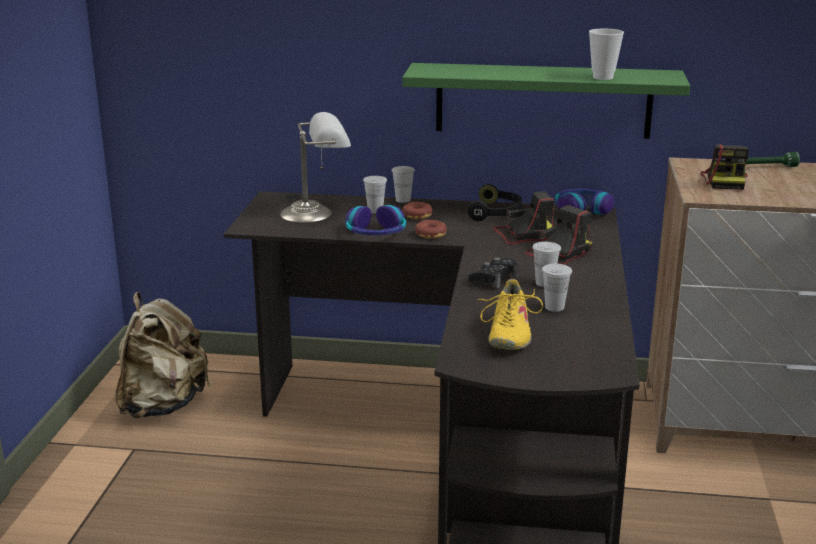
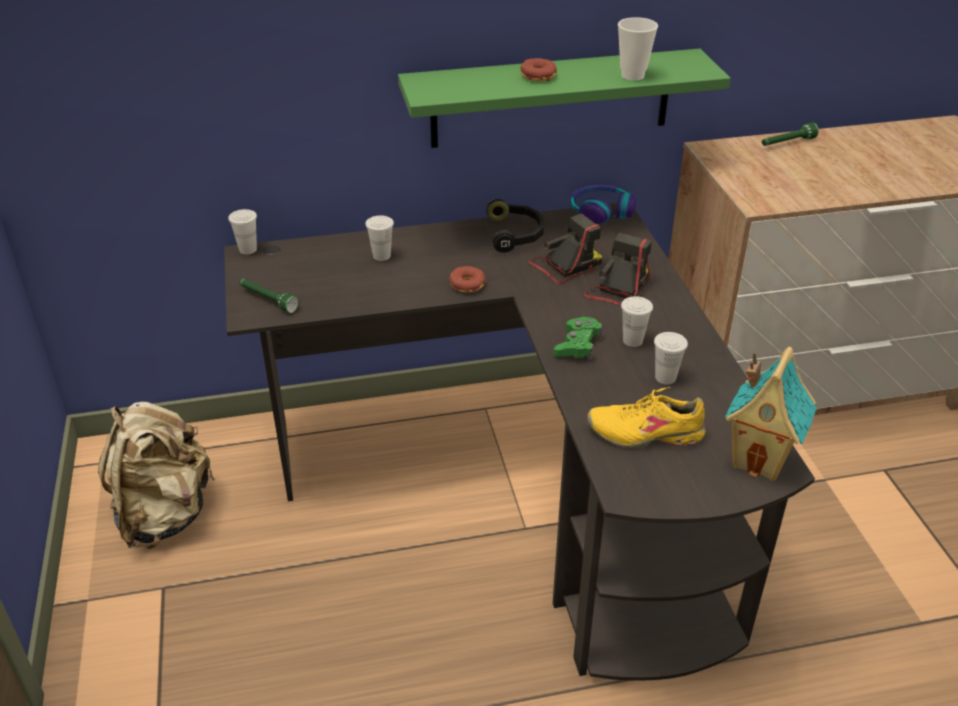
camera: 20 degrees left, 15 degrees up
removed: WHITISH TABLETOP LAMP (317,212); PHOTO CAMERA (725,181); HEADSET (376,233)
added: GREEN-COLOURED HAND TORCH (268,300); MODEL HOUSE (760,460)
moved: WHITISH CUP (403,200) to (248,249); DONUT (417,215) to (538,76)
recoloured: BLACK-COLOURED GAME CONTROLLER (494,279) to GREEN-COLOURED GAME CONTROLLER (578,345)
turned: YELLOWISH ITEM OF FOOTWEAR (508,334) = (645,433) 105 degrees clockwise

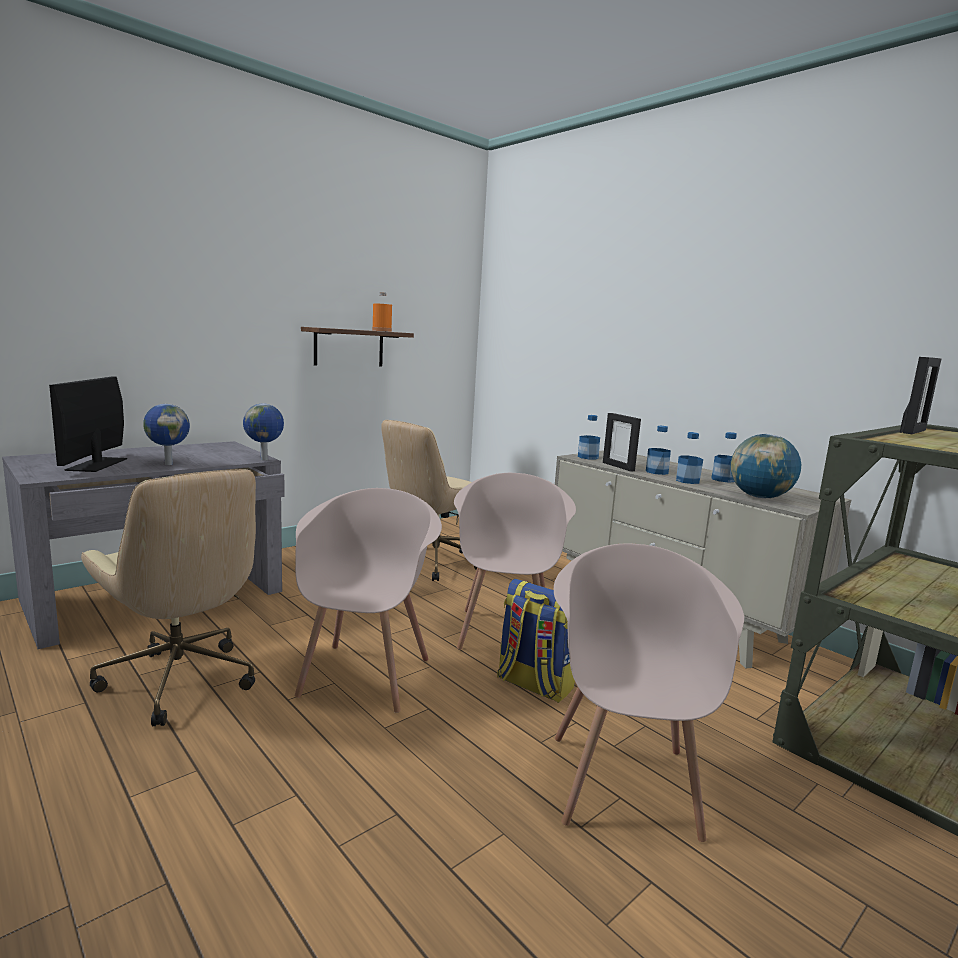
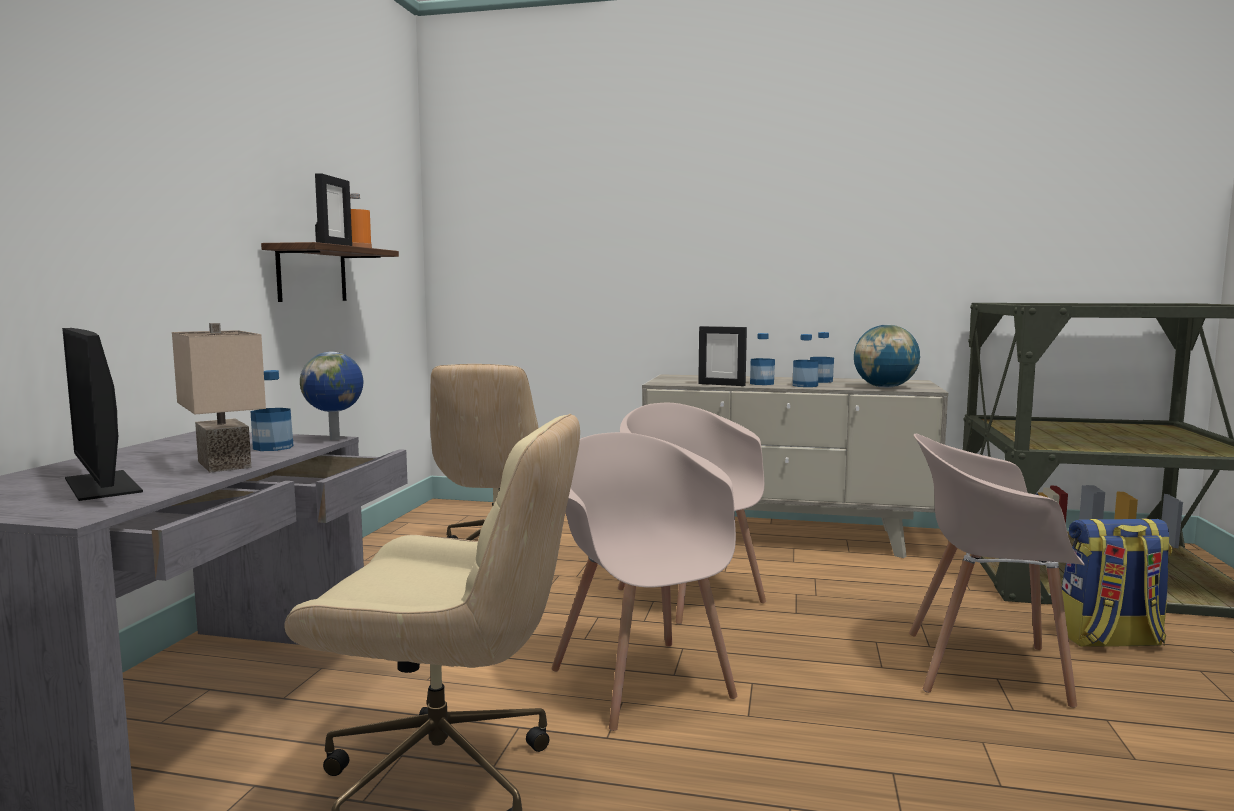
camera: 35 degrees left, 5 degrees down
moved: STANDING FRAME (912,431) to (334,245); BOTTLE (588,457) to (273,447); KNAPSACK (533,684) to (1110,640)
replaced: WORLD GLOBE (168,464) to SAND-COLOURED TABLETOP LAMP (220,465)
turned: SAND-COLOURED PLAIN CHAIR (623,783) = (982,668) 45 degrees counterclockwise

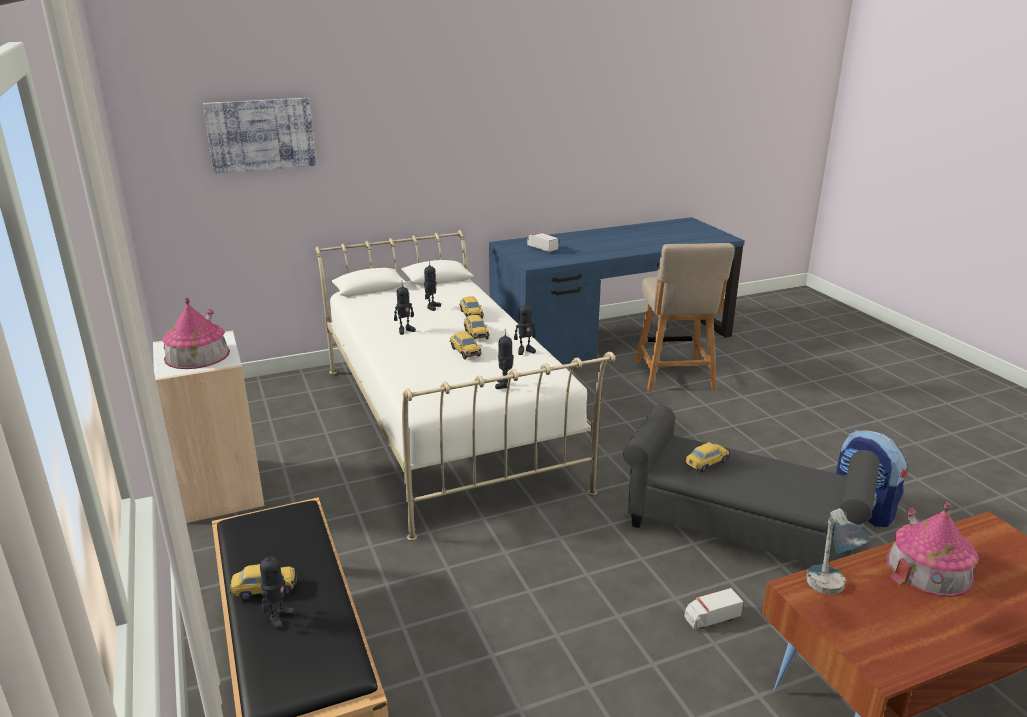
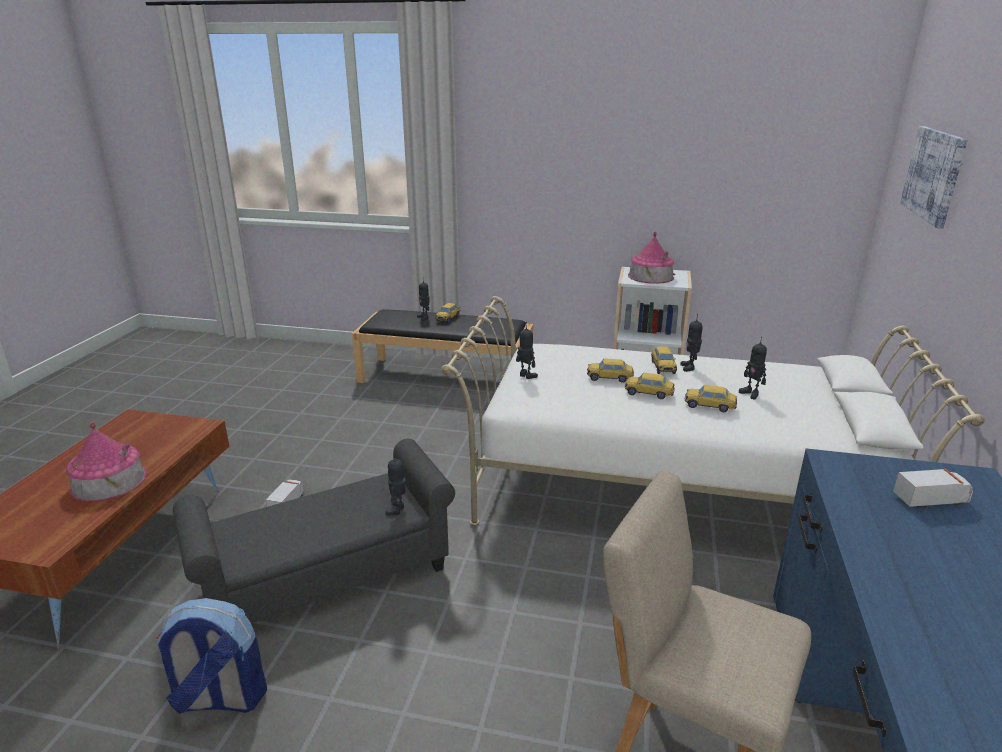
camera: 125 degrees right, 0 degrees up
removed: TABLETOP LAMP (828,593)
moved: TOY ROBOT (525,351) to (398,510); MODEL CAR (706,463) to (662,367)

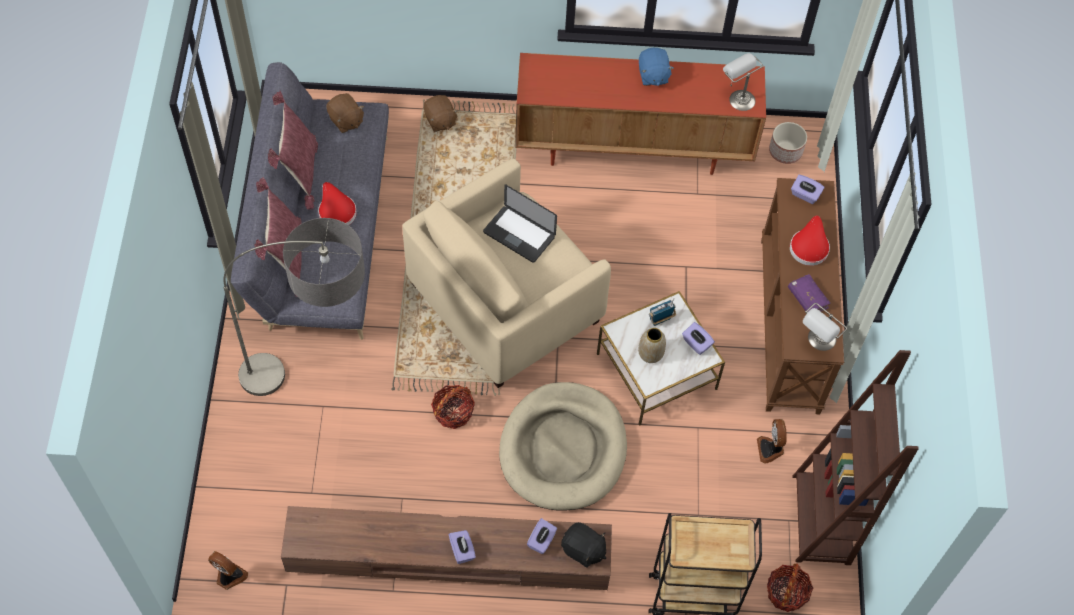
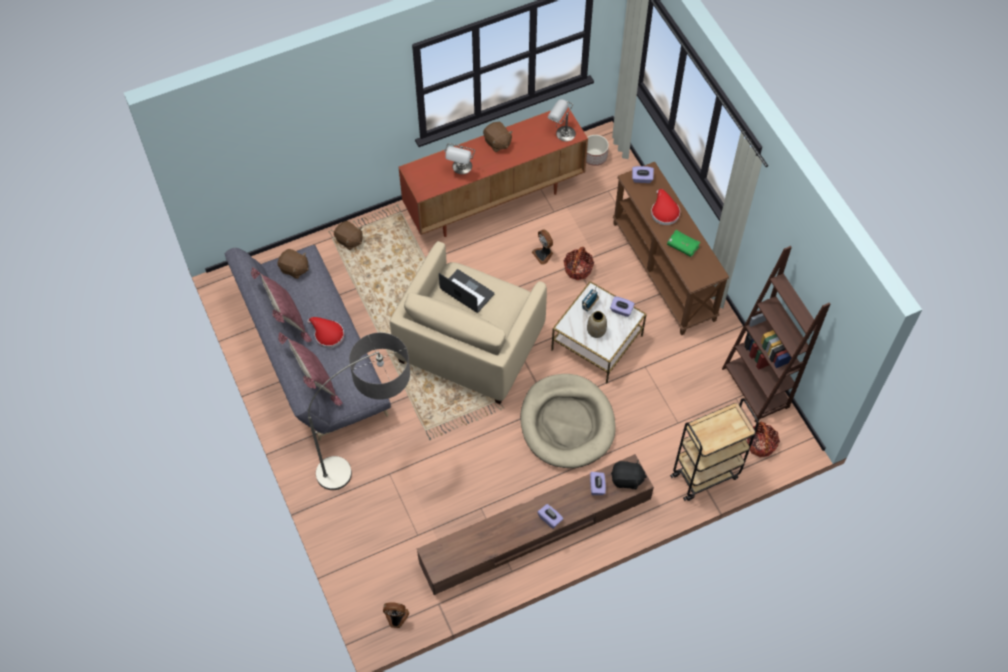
camera: 25 degrees left, 0 degrees up
moved: WHITISH TABLETOP LAMP (818,342) to (461,169); STORAGE BASKET (453,412) to (578,269); FAN (770,449) to (543,254)
recoloured: BLUE CUDDLY TOY (653,75) to BROWNISH CUDDLY TOY (497,143); PURPLISH BOOK (807,298) to GREEN-COLOURED BOOK (682,246)
turned: PORTABLE COMPUTER (519,234) = (467,292) 150 degrees counterclockwise

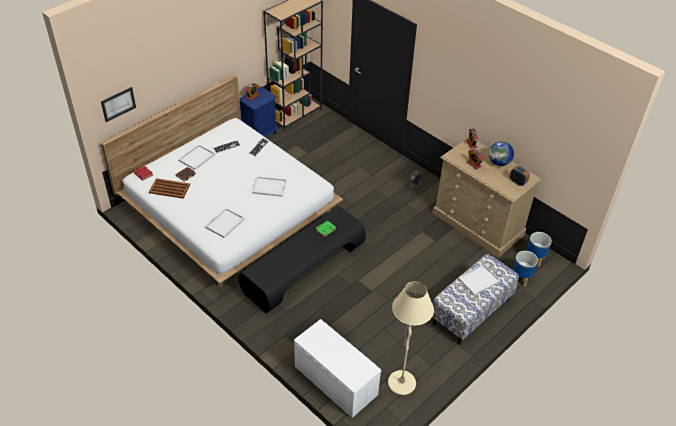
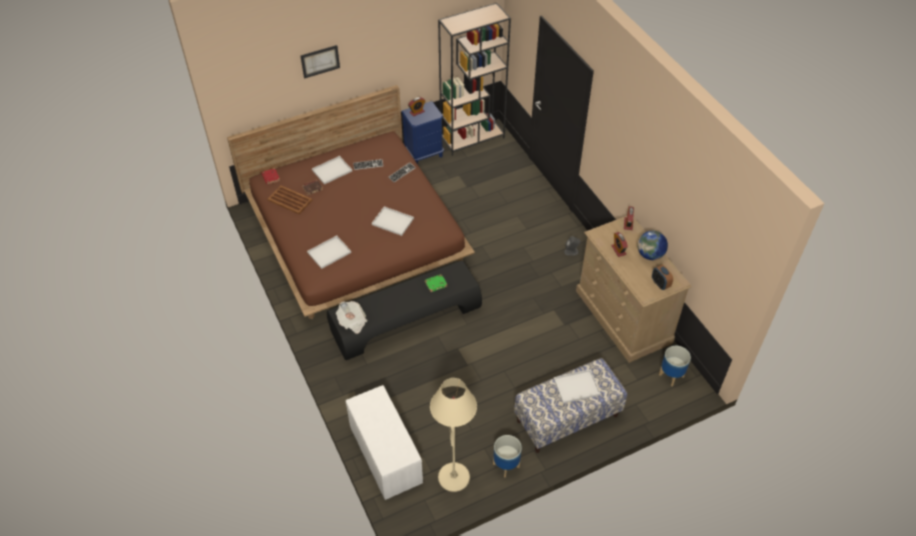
camera: 20 degrees right, 5 degrees up
added: DAILY PAPER (352,322)
moved: PICTURE (118,104) to (320,61); FLOWER POT (521,278) to (505,465)
recoloured: WHITISH BEDROOM BED (230,209) to BROWNISH BEDROOM BED (357,234)

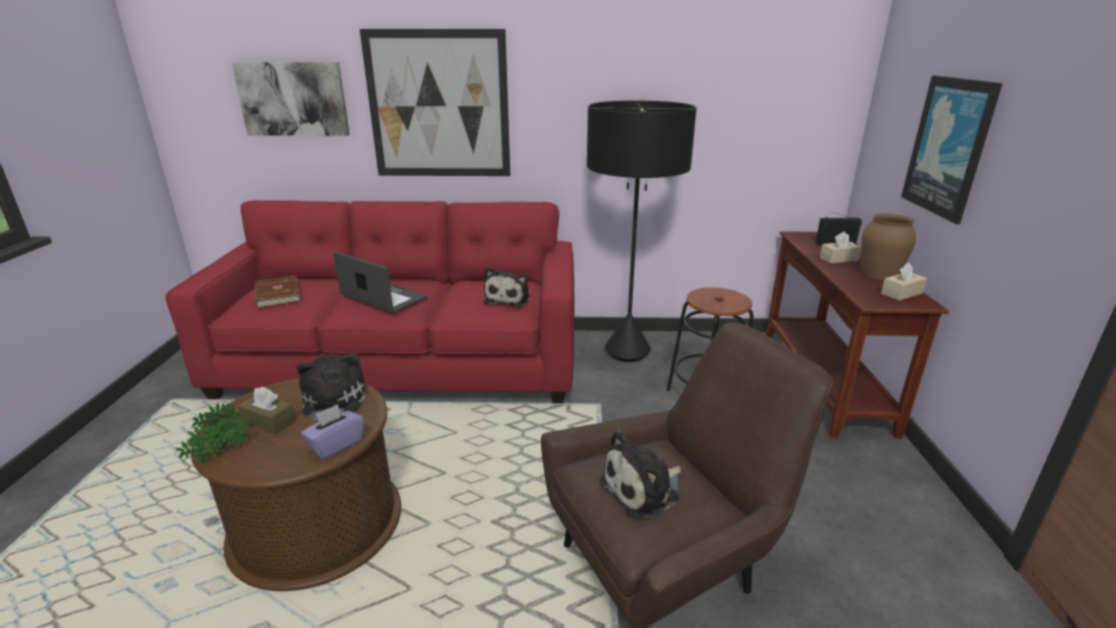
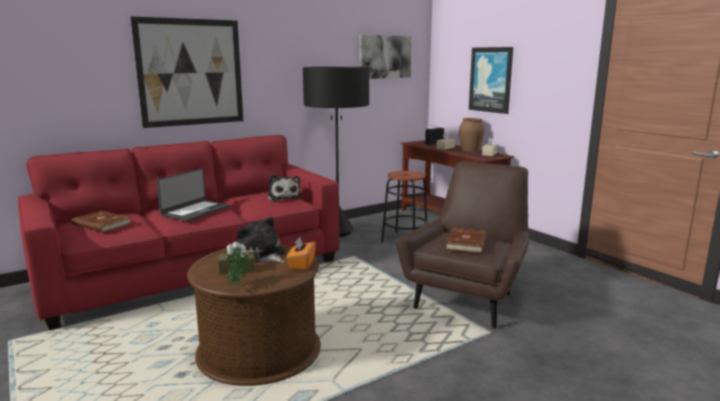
camera: 35 degrees left, 10 degrees down
moved: PICTURE (293,99) to (385,57)
replaced: CUDDLY TOY (643,489) to BROWNISH BOOK (467,243)
recoloured: PURPLISH TISSUE HOLDER (335,445) to ORANGEY TISSUE HOLDER (301,264)
turned: PORTABLE COMPUTER (383,298) = (195,211) 120 degrees clockwise

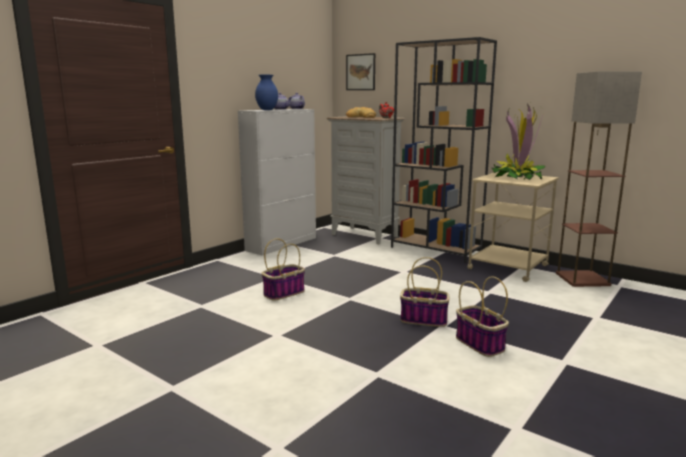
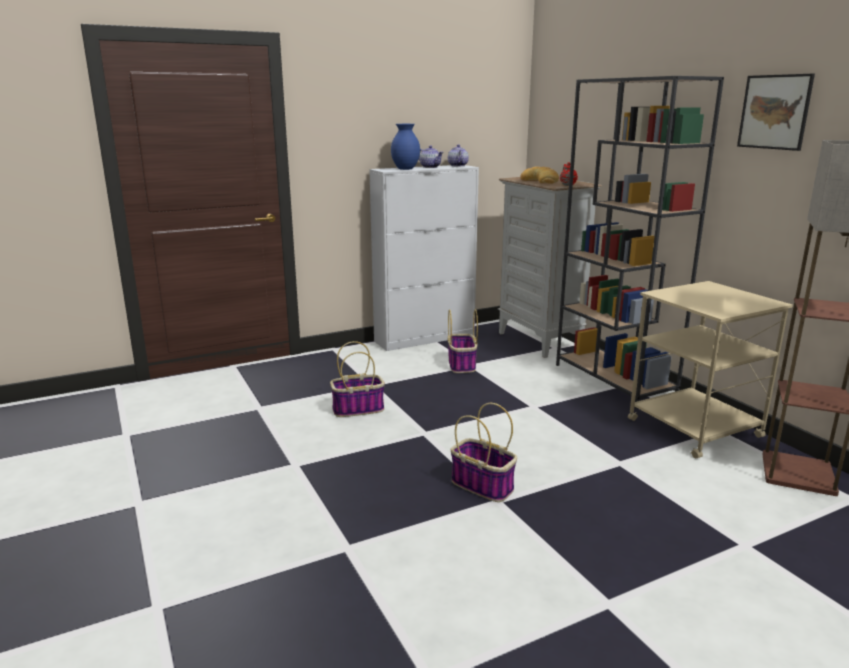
camera: 25 degrees right, 5 degrees up
removed: POTTED PLANT (517,177)
moved: PICTURE (360,72) to (774,112); STORAGE BASKET (480,344) to (462,365)

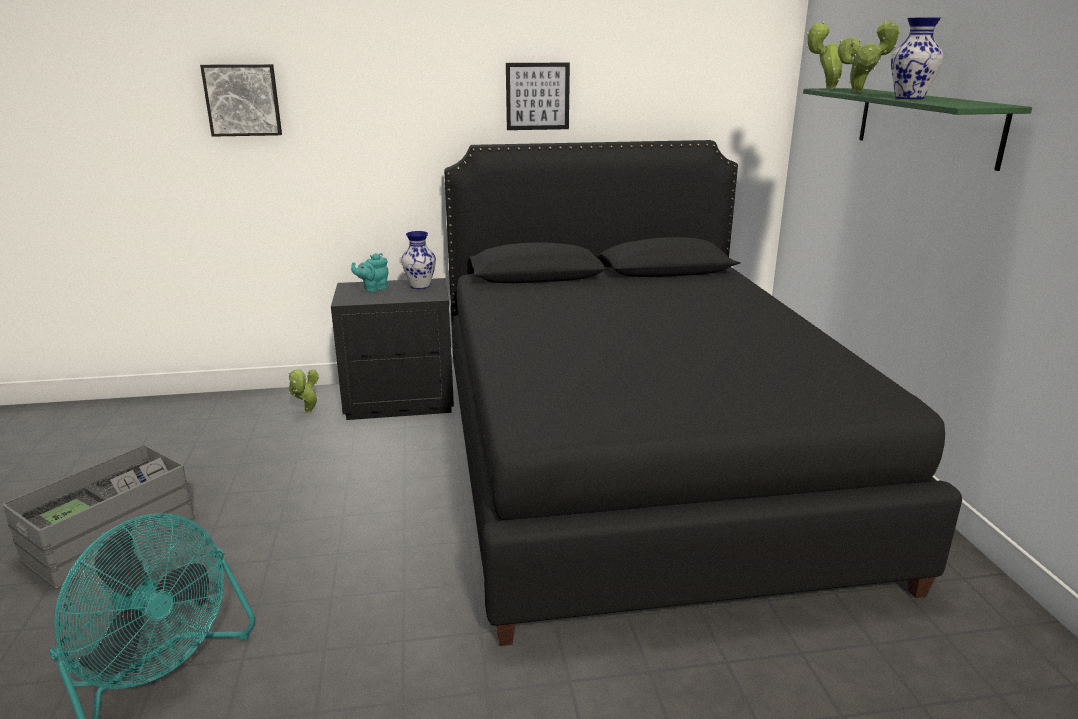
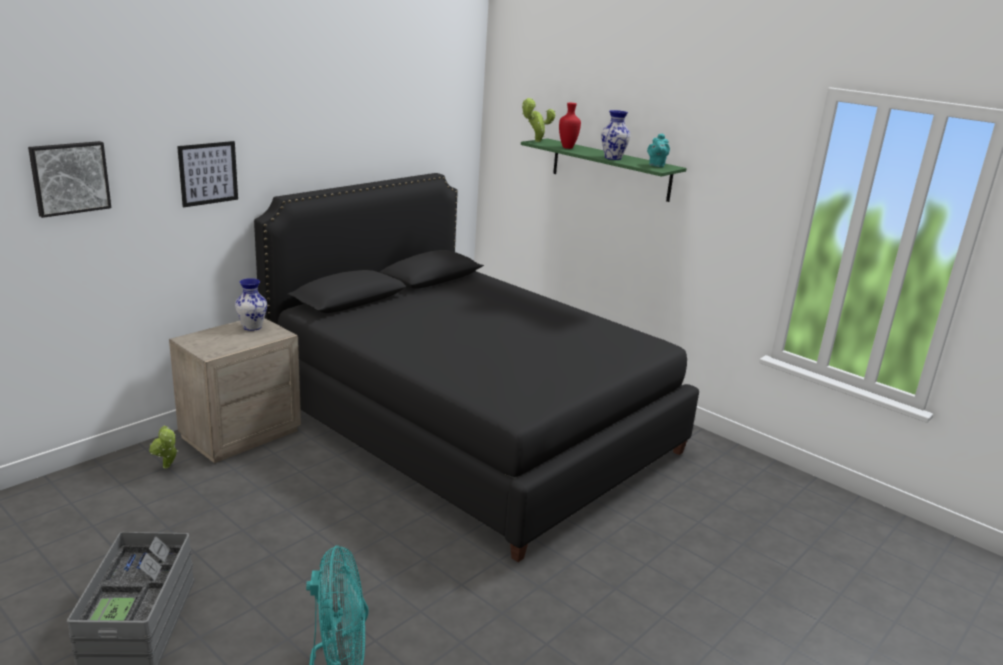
camera: 40 degrees left, 0 degrees up
moved: PICTURE (537,96) to (208,173); BLUE-GREEN POT FOR TEA (373,289) to (656,165)
replaced: POTTED PLANT (860,92) to RED FLOWER VASE (567,147)
recoloured: BLACK-COLOURED NIGHTSTAND (400,400) to SAND-COLOURED NIGHTSTAND (240,434)

